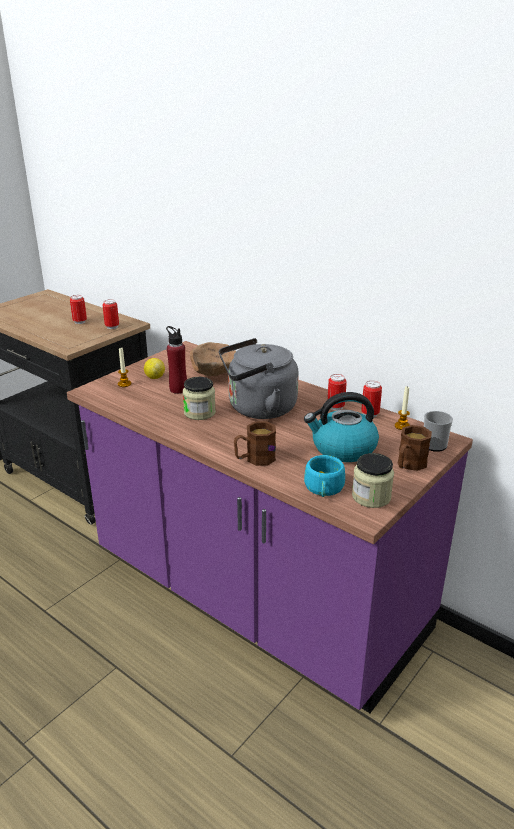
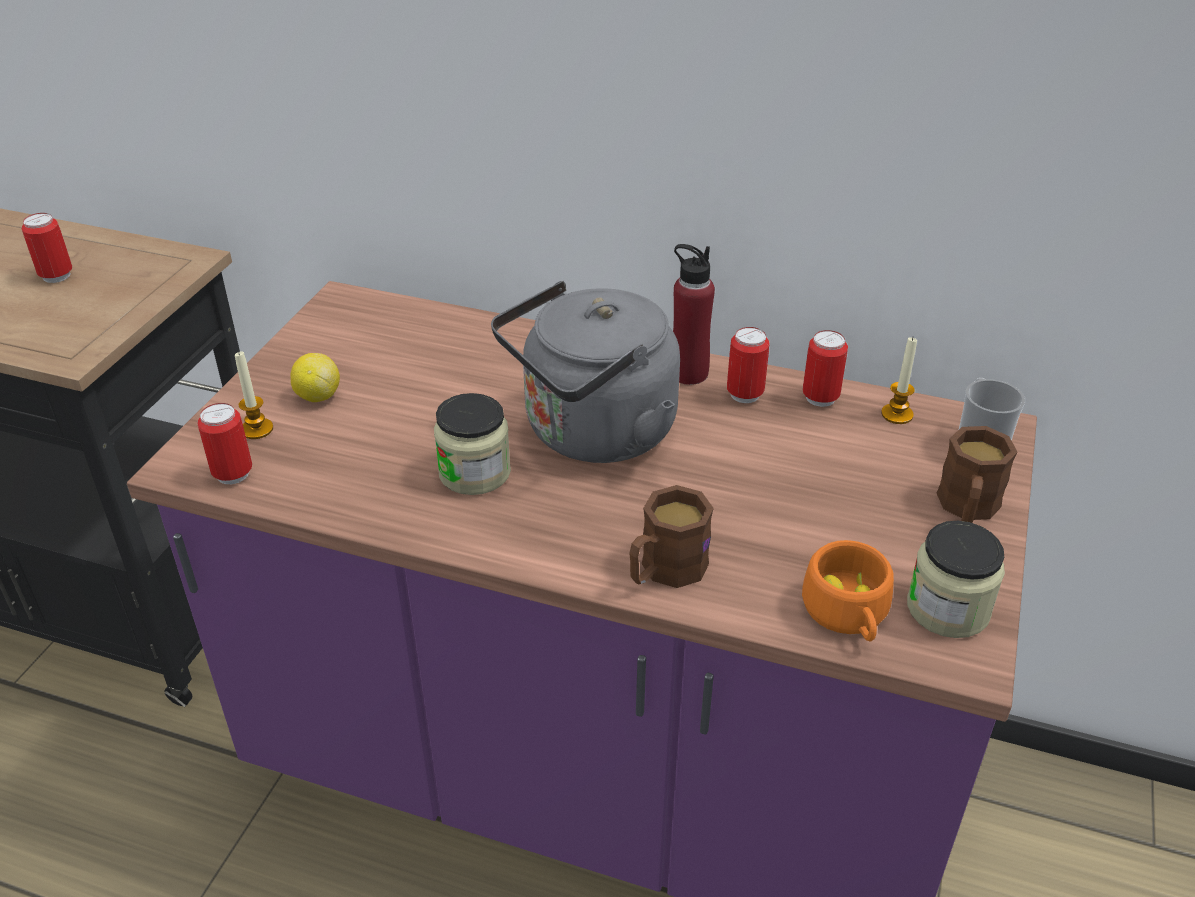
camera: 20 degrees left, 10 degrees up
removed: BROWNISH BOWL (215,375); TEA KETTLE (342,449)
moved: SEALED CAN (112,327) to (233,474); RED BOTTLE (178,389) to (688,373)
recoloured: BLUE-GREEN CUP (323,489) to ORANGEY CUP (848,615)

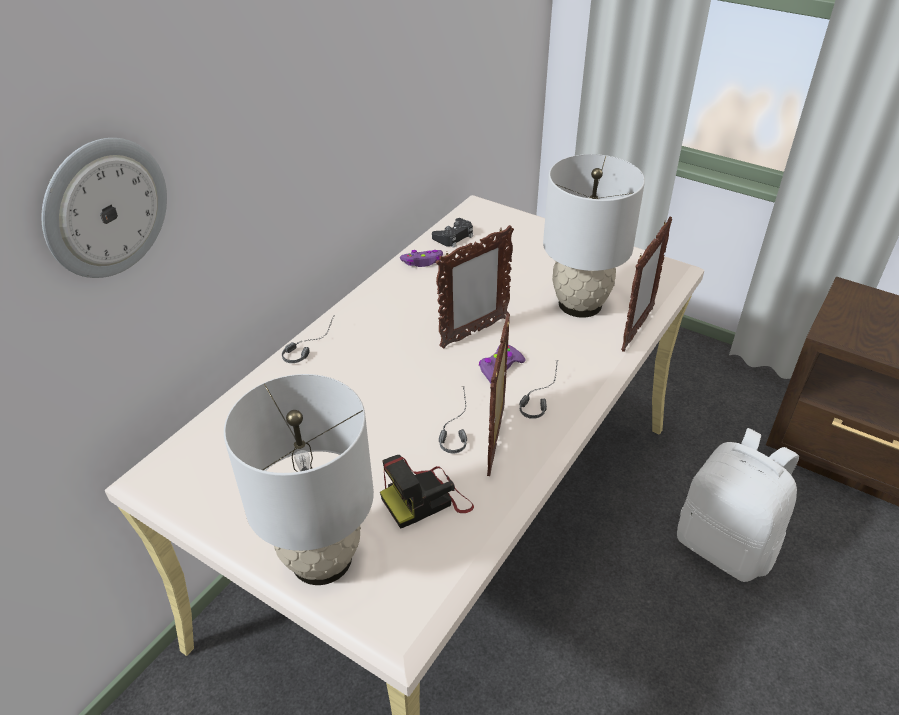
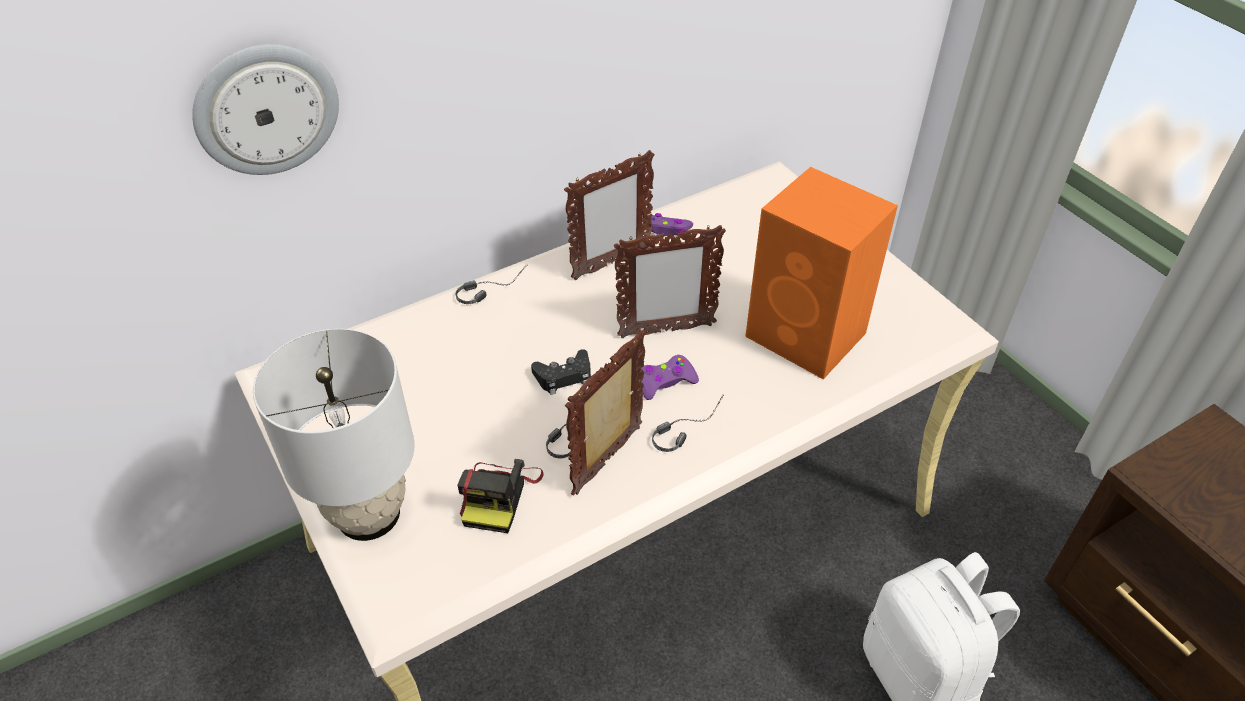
camera: 25 degrees right, 5 degrees up
moved: STANDING FRAME (636,329) to (610,264); BLACK-COLOURED GAME CONTROLLER (454,237) to (564,376)
replaced: WHITISH TABLETOP LAMP (580,304) to ORANGEY AUDIO SPEAKER (808,336)
turned: PHOTO CAMERA (427,500) = (499,495) 75 degrees counterclockwise

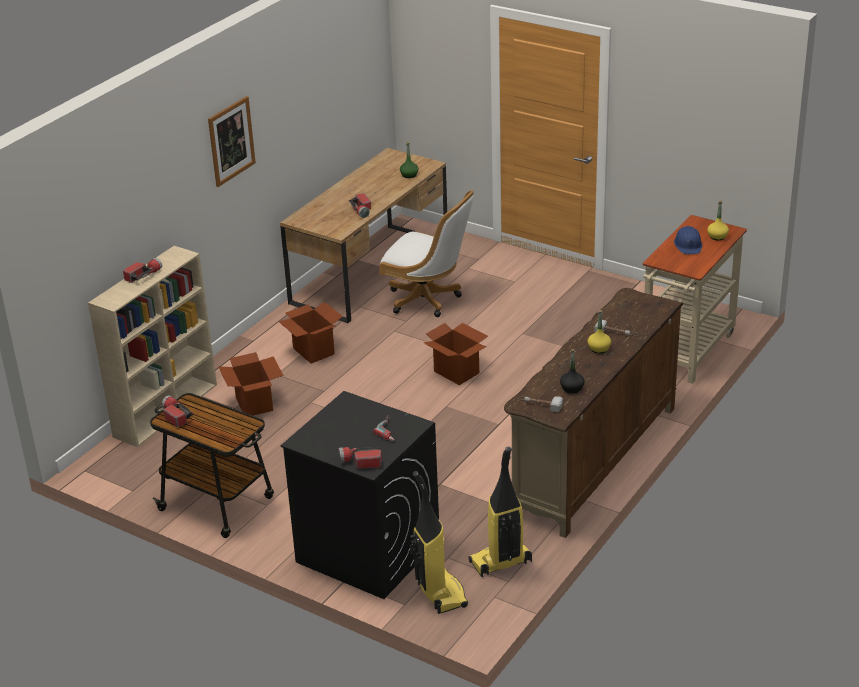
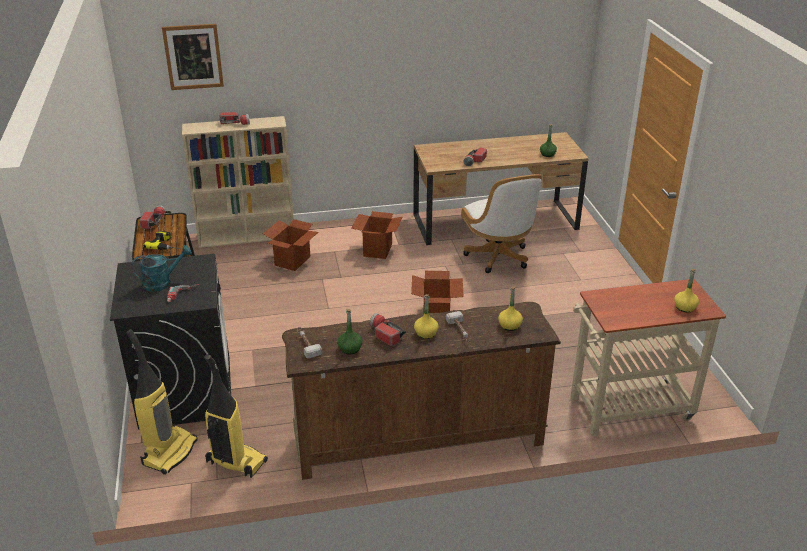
camera: 45 degrees right, 0 degrees up
removed: BLUE HARD HAT (688,245)
added: POWER DRILL (167,244); BLUE-GREEN SPRINKLING CAN (162,282); YELLOWISH BOTTLE (509,325)
moved: PICTURE (231,141) to (193,57); HAND TORCH (360,462) to (385,334)
recoloured: BLACK-COLOURED BOTTLE (572,388) to GREEN-COLOURED BOTTLE (350,348)

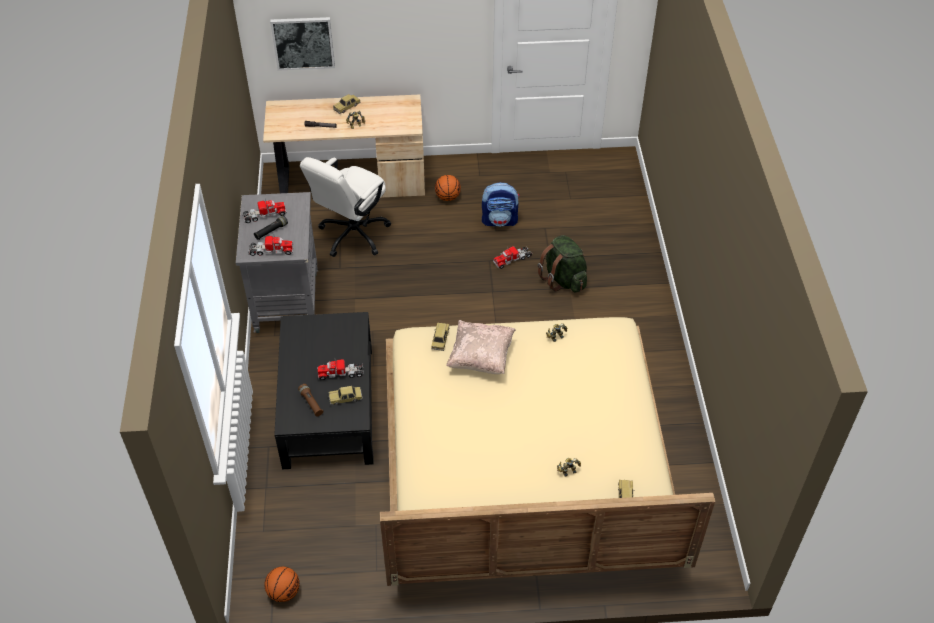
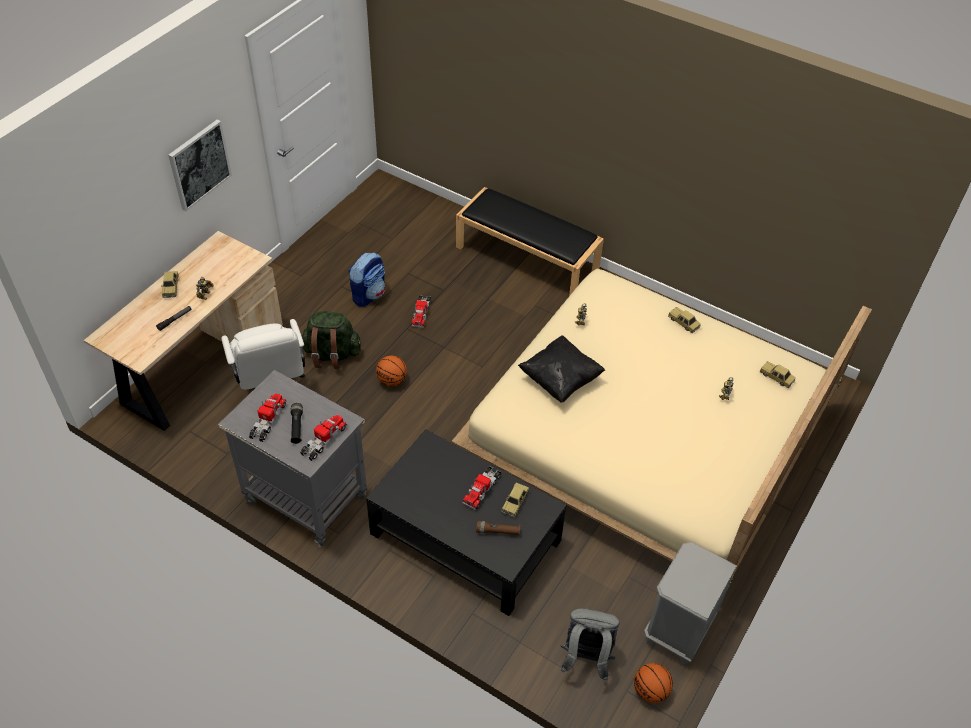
camera: 55 degrees left, 0 degrees up
added: BLACK-COLOURED LONG SEAT (528,259); GRAY NIGHTSTAND (678,630); GRAY KNAPSACK (586,658)
moved: PICTURE (303,43) to (199,164); BASKETBALL (447,197) to (392,380); GREEN-COLOURED KNAPSACK (563,279) to (331,354); MODEL CAR (440,339) to (683,323)
recoloured: SAND-COLOURED THROW PILLOW (480,357) to BLACK-COLOURED THROW PILLOW (560,379)

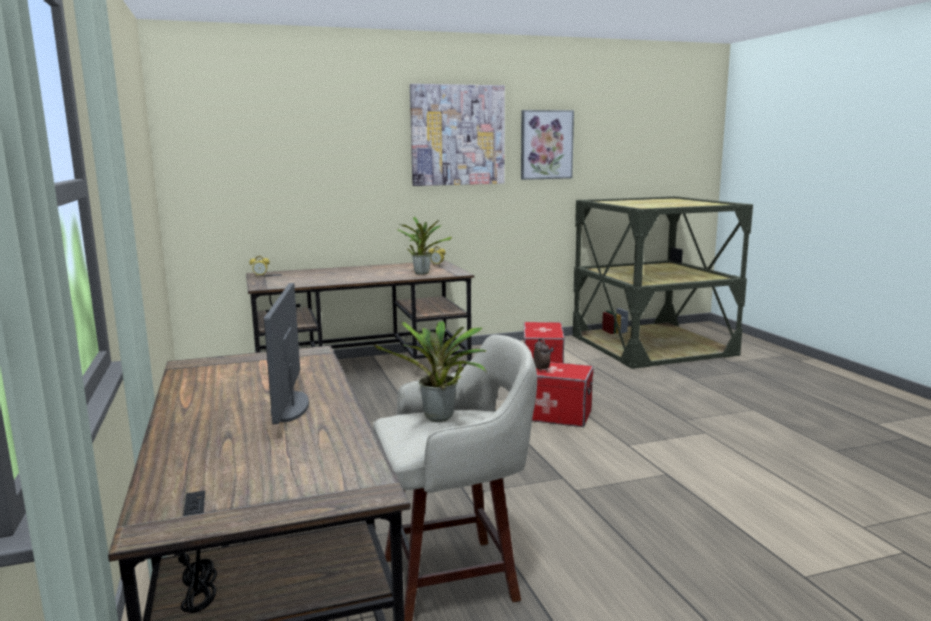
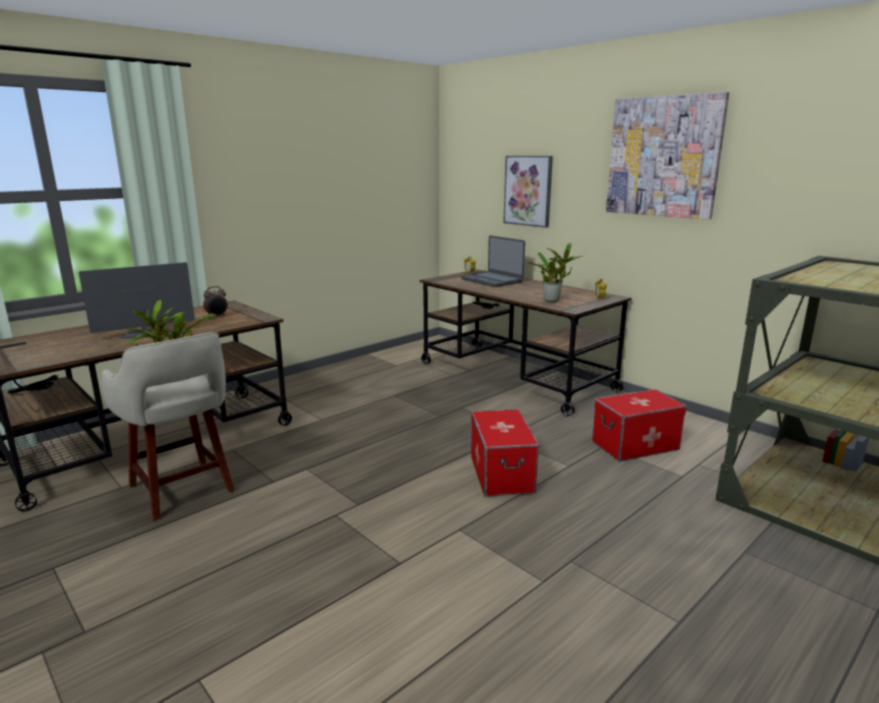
camera: 65 degrees right, 5 degrees up
added: PORTABLE COMPUTER (492,280)
moved: PICTURE (546,145) to (528,191); ALARM CLOCK (542,370) to (217,316)

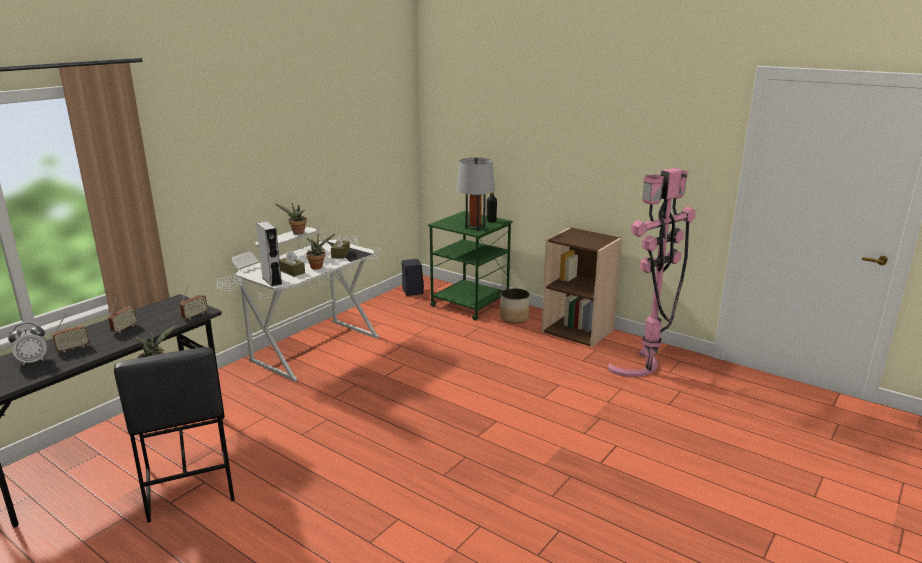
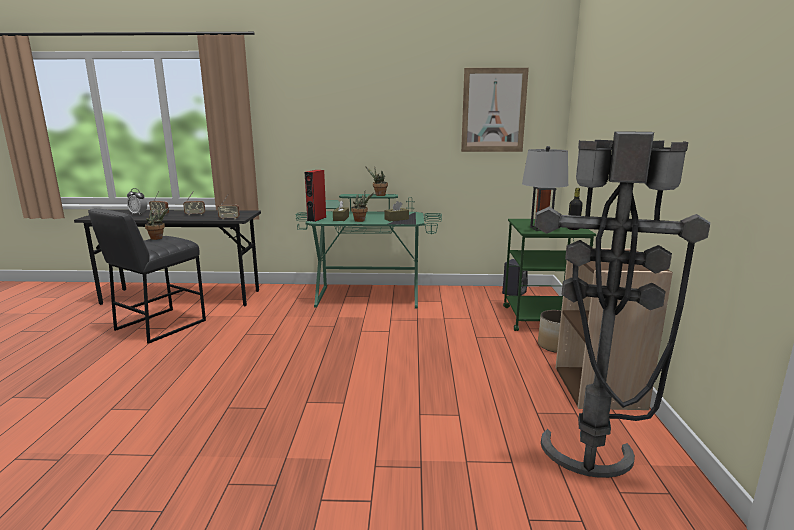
camera: 55 degrees right, 5 degrees down
added: PICTURE (493,110)
recoloured: PINKISH STANDARD LAMP (644,370) to GRAY STANDARD LAMP (587,467); GRAY AUDIO SPEAKER (272,281) to RED AUDIO SPEAKER (316,219); WHITISH DESK (313,347) to GREEN-COLOURED DESK (368,295)

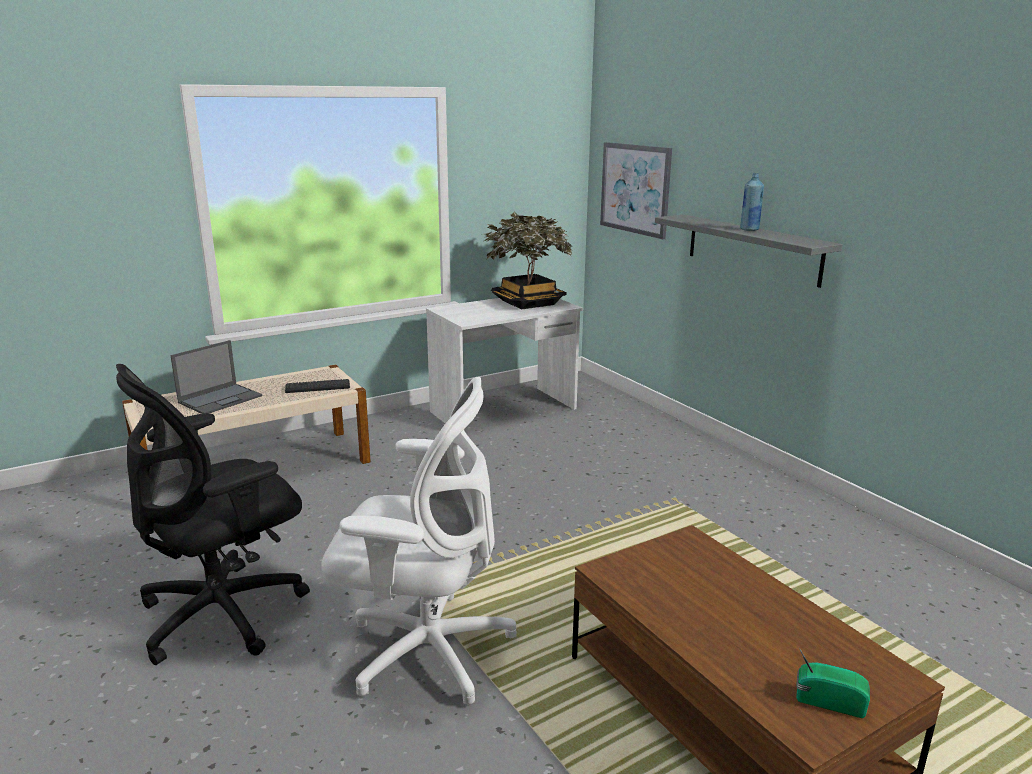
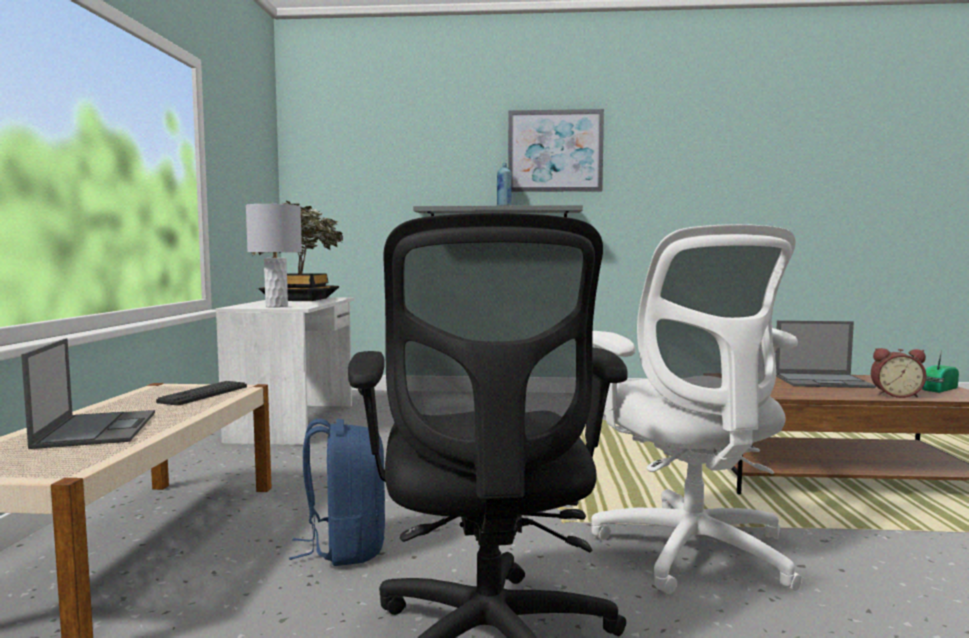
camera: 55 degrees left, 15 degrees down
added: GRAY TABLETOP LAMP (276,306); PORTABLE COMPUTER (823,381); ALARM CLOCK (895,395); BLUE KNAPSACK (345,548)
moved: PICTURE (635,189) to (555,151)
turned: WHITISH COMPUTER CHAIR (418,651) = (684,545) 120 degrees clockwise

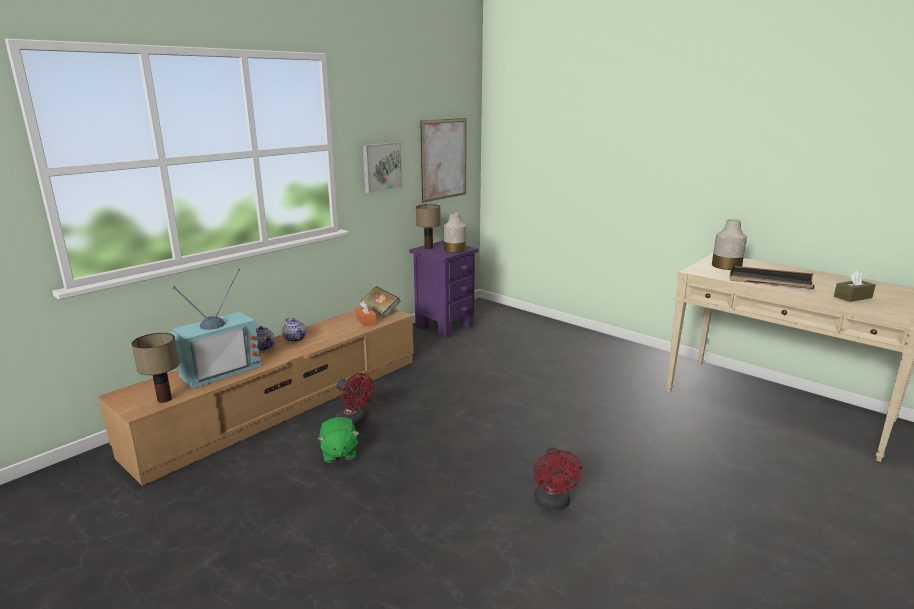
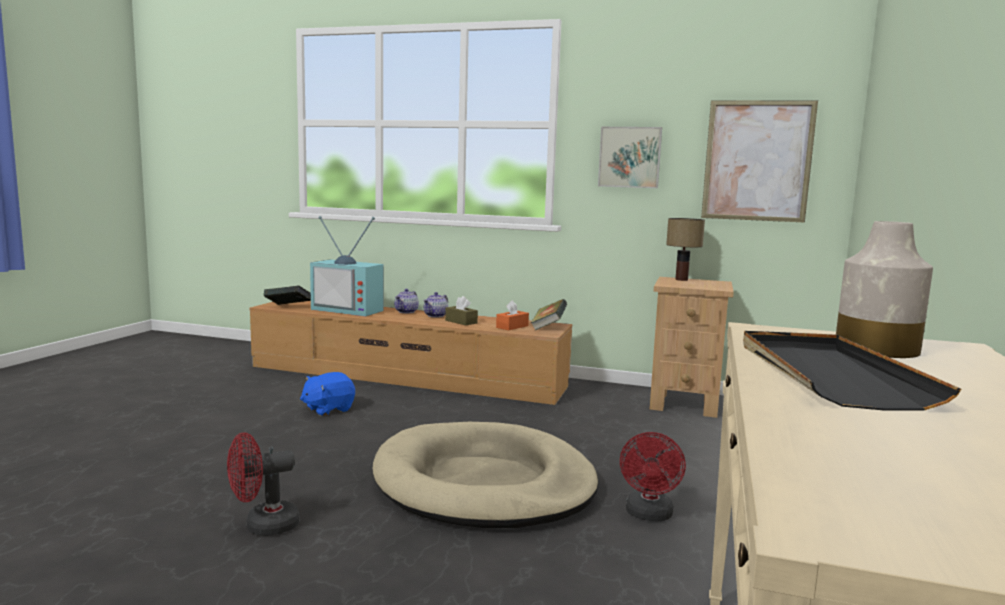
camera: 65 degrees right, 10 degrees down
removed: SAND-COLOURED FLOWER VASE (454,249)
added: SAND-COLOURED PET BED (484,483)
moved: BROWNISH TISSUE HOLDER (852,297) to (461,322); RED FAN (354,421) to (649,515)
replaced: TABLETOP LAMP (163,399) to BOOK (288,307)
recoloured: PURPLISH NIGHTSTAND (445,326) to SAND-COLOURED NIGHTSTAND (685,404); GREEN-COLOURED CUDDLY TOY (339,453) to BLUE CUDDLY TOY (328,409)

